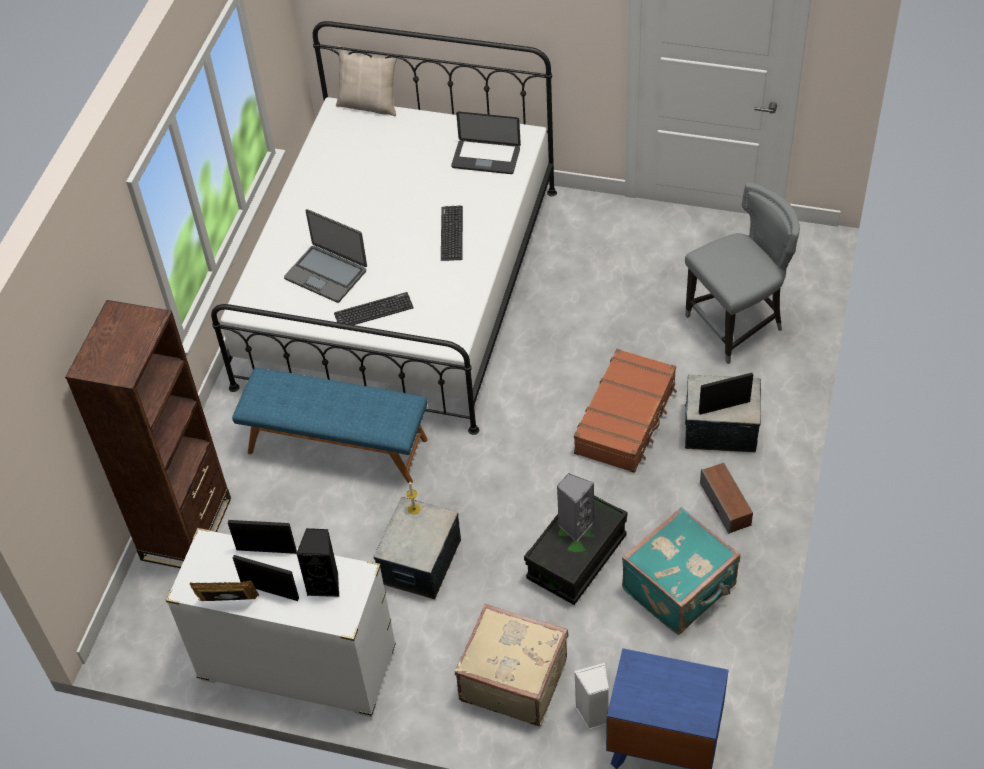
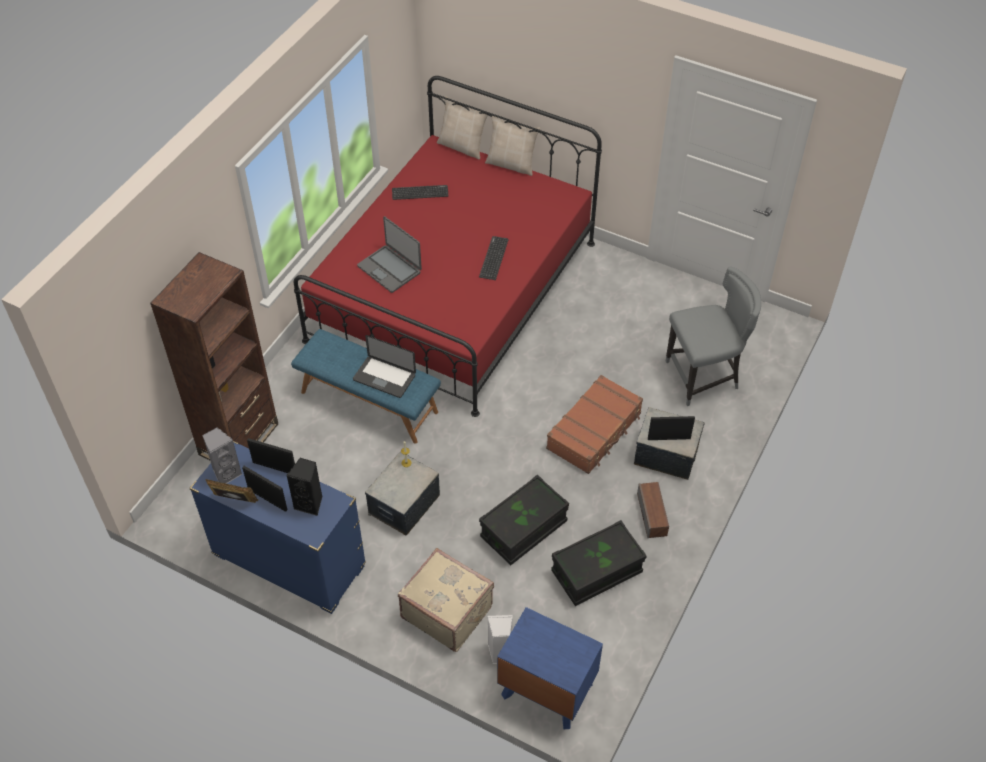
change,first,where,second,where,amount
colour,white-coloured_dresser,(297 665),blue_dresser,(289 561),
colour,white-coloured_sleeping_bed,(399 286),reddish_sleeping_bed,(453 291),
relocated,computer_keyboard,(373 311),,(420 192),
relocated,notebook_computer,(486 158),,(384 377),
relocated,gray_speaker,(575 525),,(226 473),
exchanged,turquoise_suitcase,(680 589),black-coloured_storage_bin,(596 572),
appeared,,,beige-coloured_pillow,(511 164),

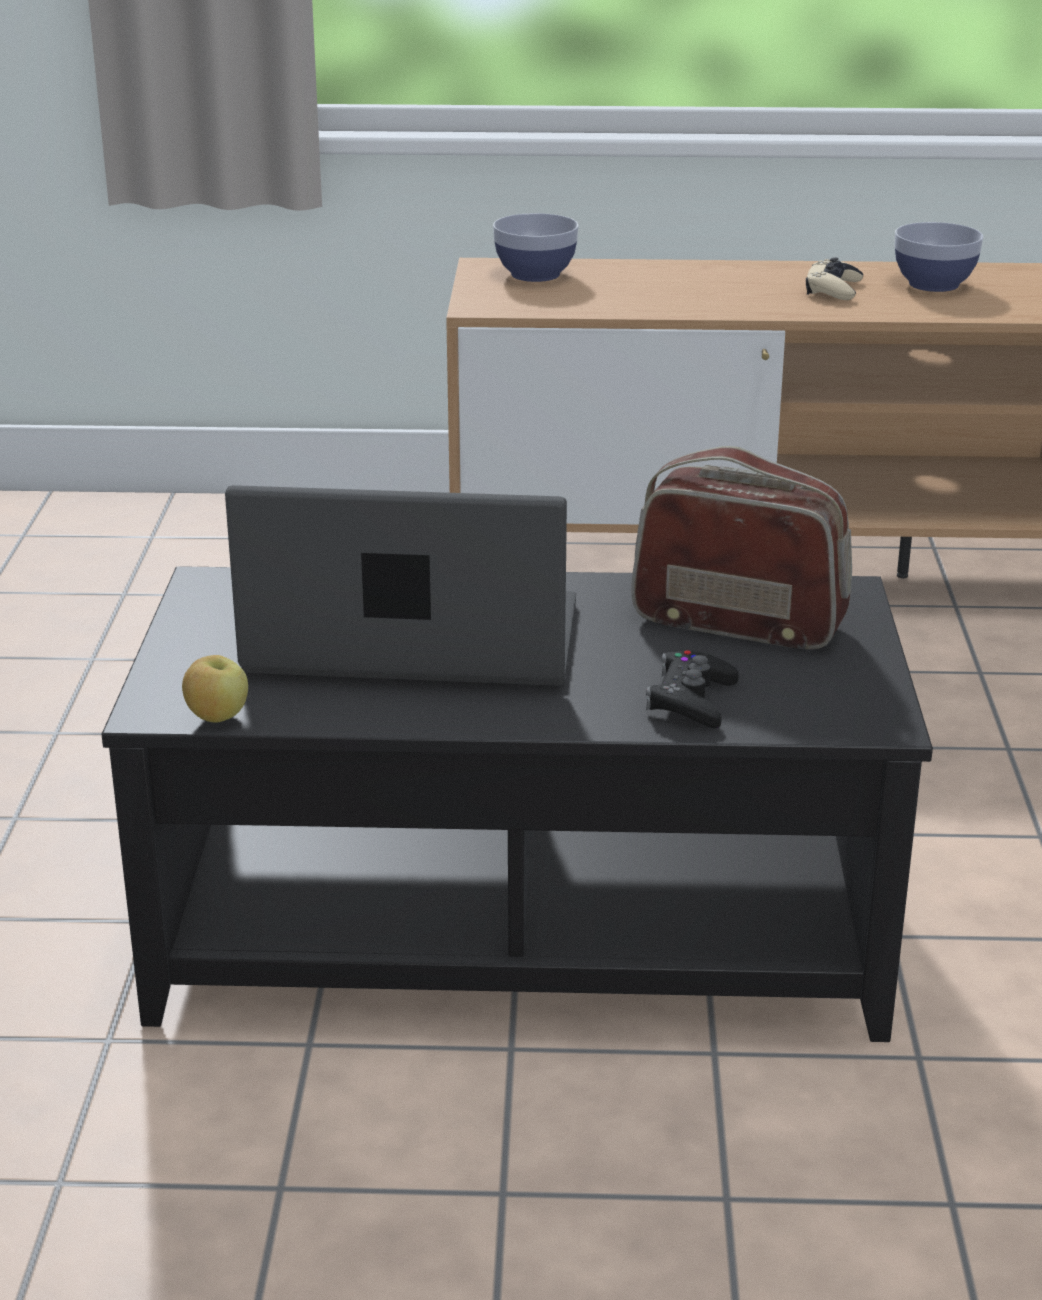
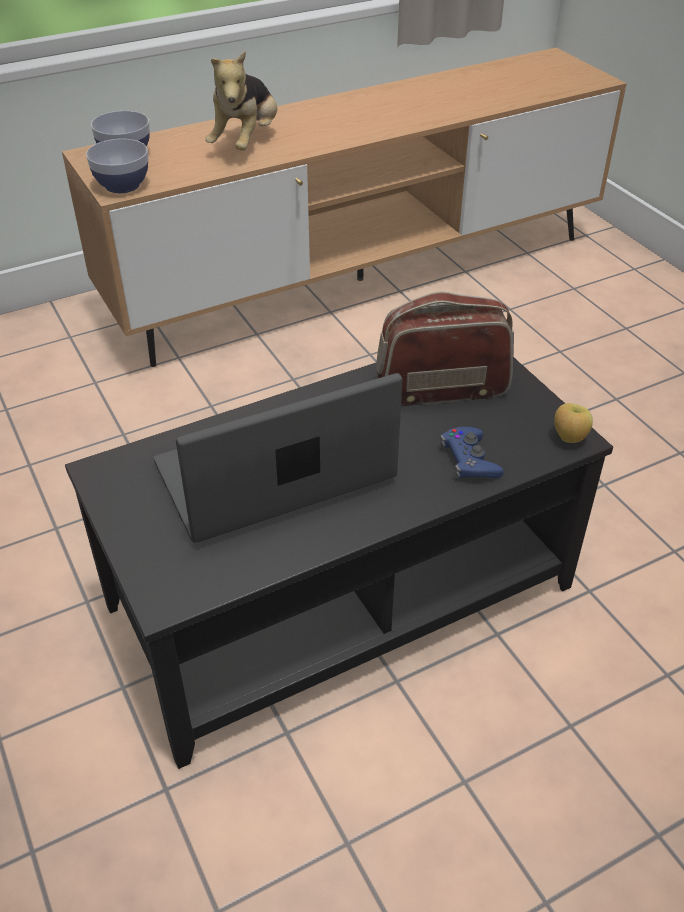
change,first,where,second,where,amount
relocated,whole_apple,(217 717),,(569 438),
colour,black-coloured_game_controller,(691 700),blue_game_controller,(469 460),
missing,beige-coloured_game_controller,(833 289),,,
relocated,bowl,(934 284),,(122 185),
appeared,,,plush_toy,(246 142),

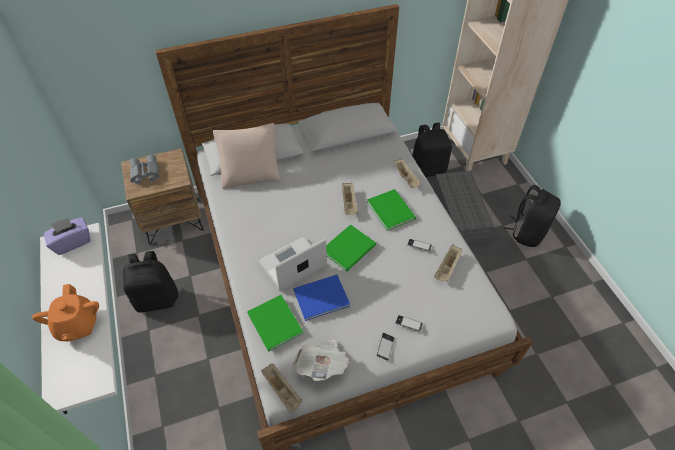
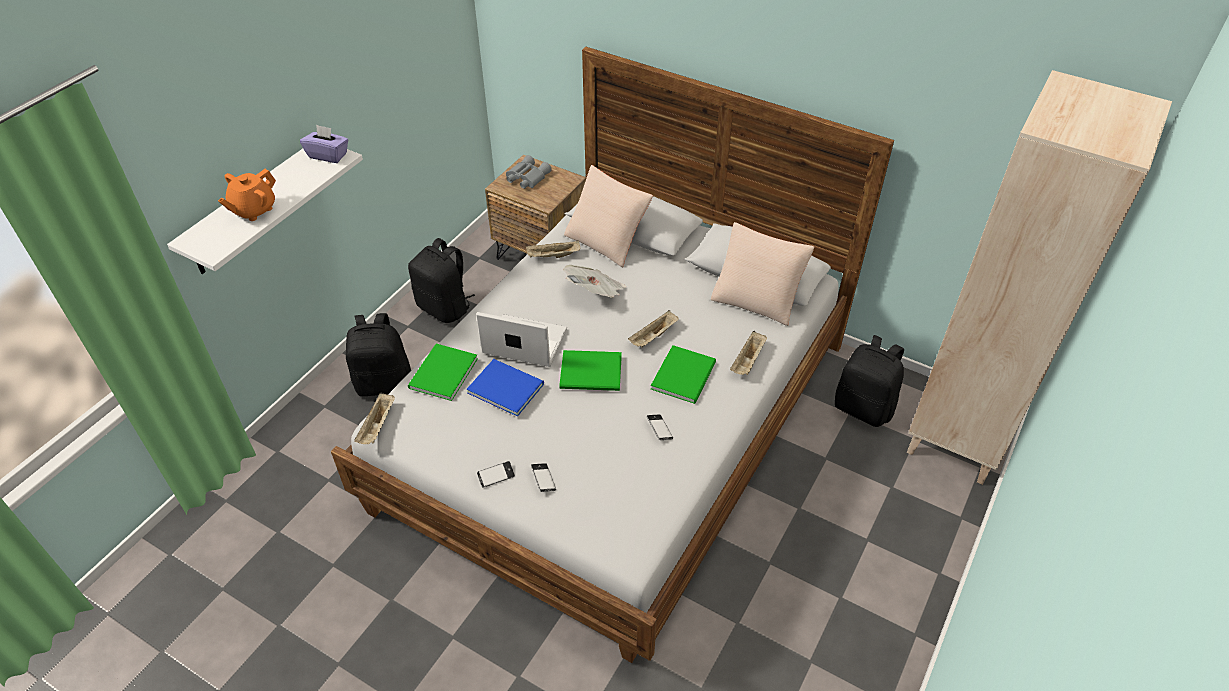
change,first,where,second,where,amount
relocated,daily_paper,(322 364),,(595 293),
missing,gray_storage_bin,(457 214),,,
relocated,beige-coloured_tray,(447 268),,(553 256),
relocated,black-coloured_backpack,(527 232),,(384 382),
appeared,,,beige-coloured_pillow,(757 298),

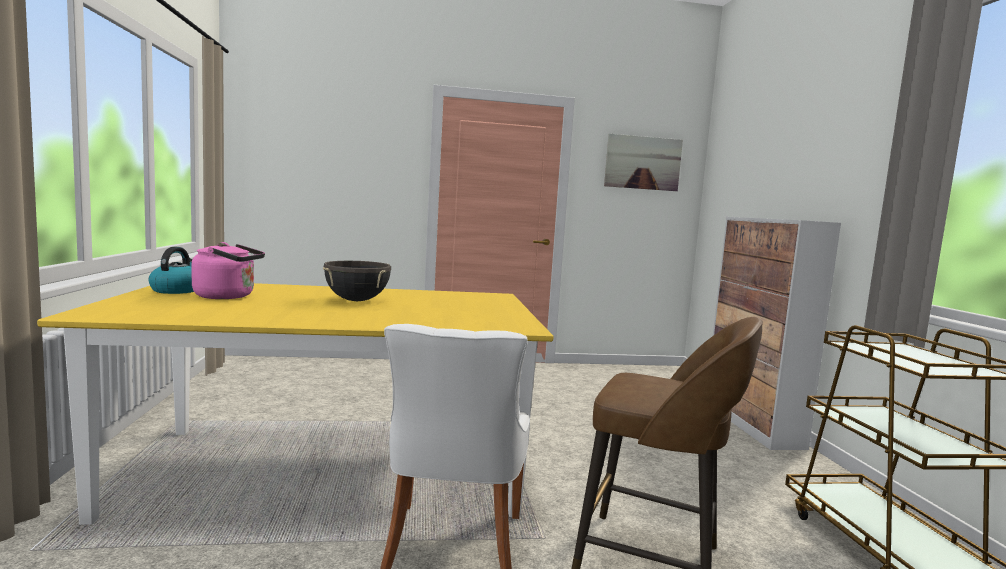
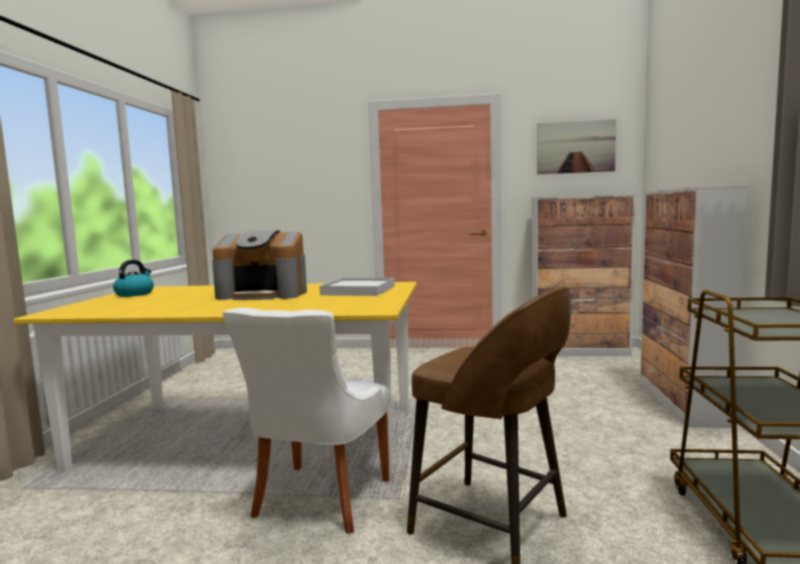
change,first,where,second,where,amount
missing,pinkish_kettle,(228 296),,,
exchanged,black-coloured_stockpot,(357 300),coffee_maker,(264 294),
appeared,,,white-coloured_tray,(358 290),
appeared,,,storage_cabinet,(580 352),

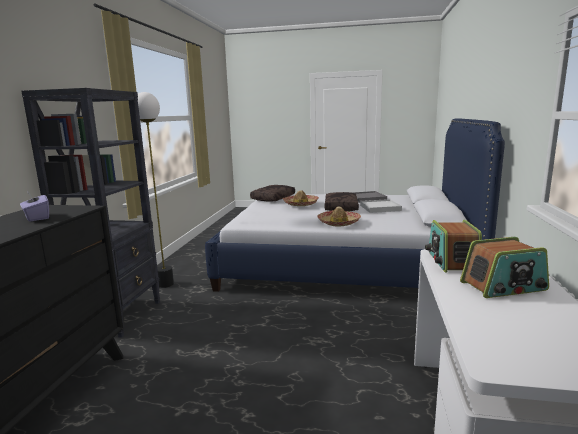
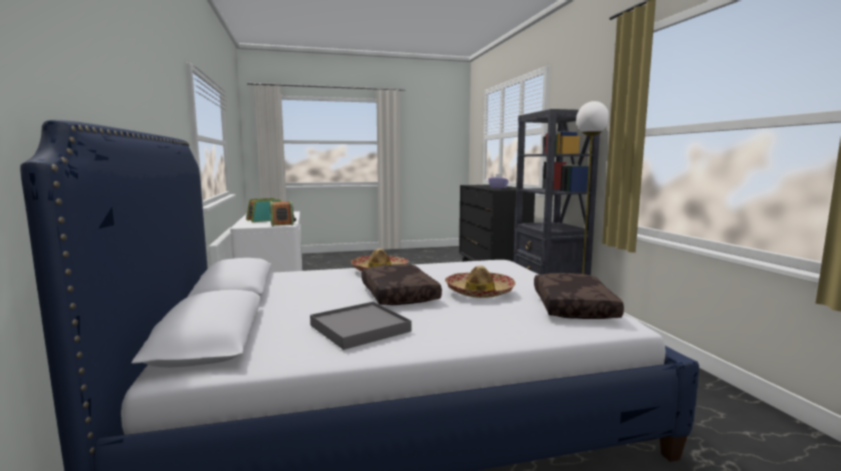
change,first,where,second,where,amount
missing,white-coloured_tray,(380 208),,,

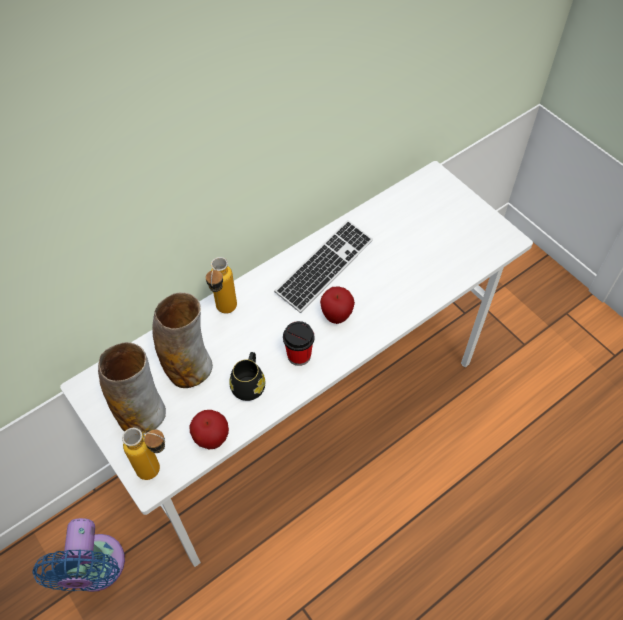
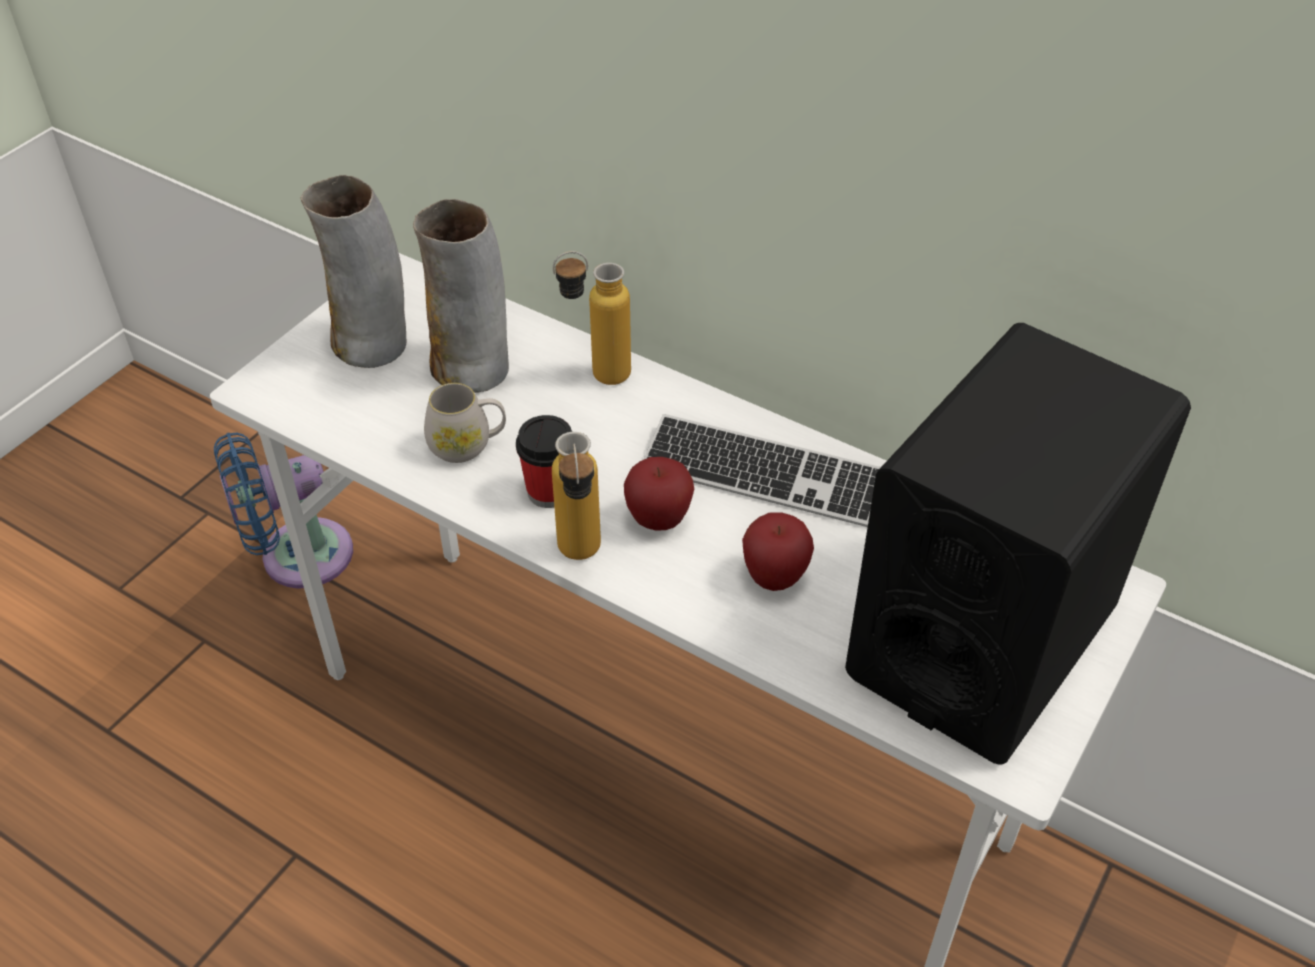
change,first,where,second,where,amount
relocated,drink_bottle,(158 471),,(581 559),
relocated,whole_apple,(212 439),,(774 578),
colour,black-coloured_mug,(249 383),white-coloured_mug,(467 445),
appeared,,,black-coloured_speaker,(981 641),

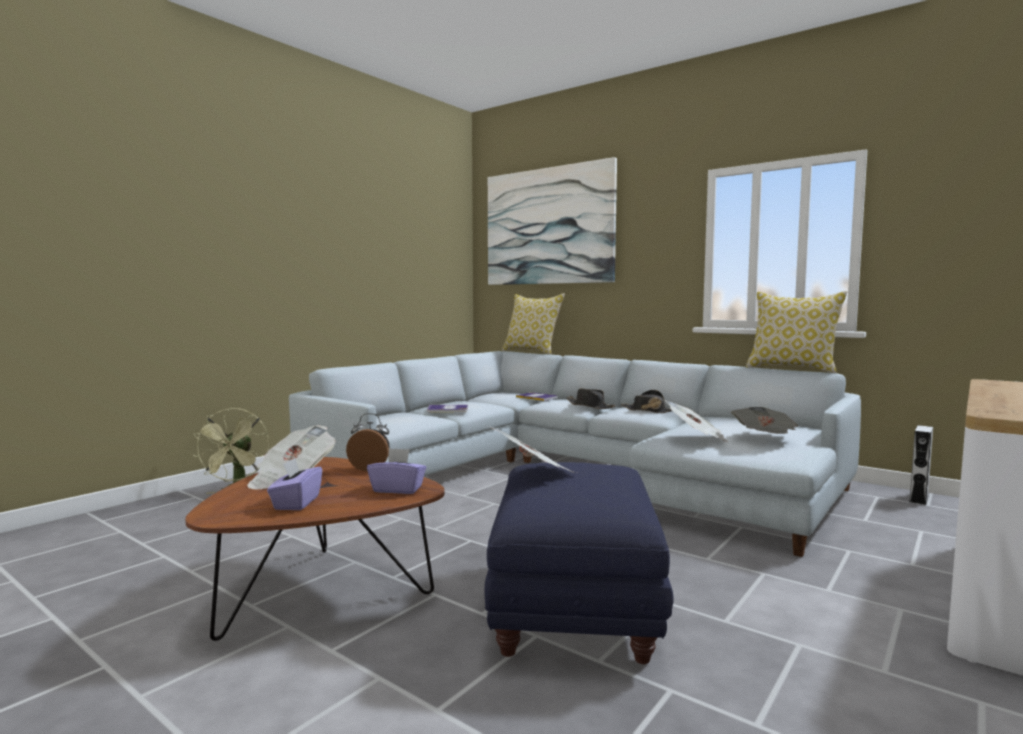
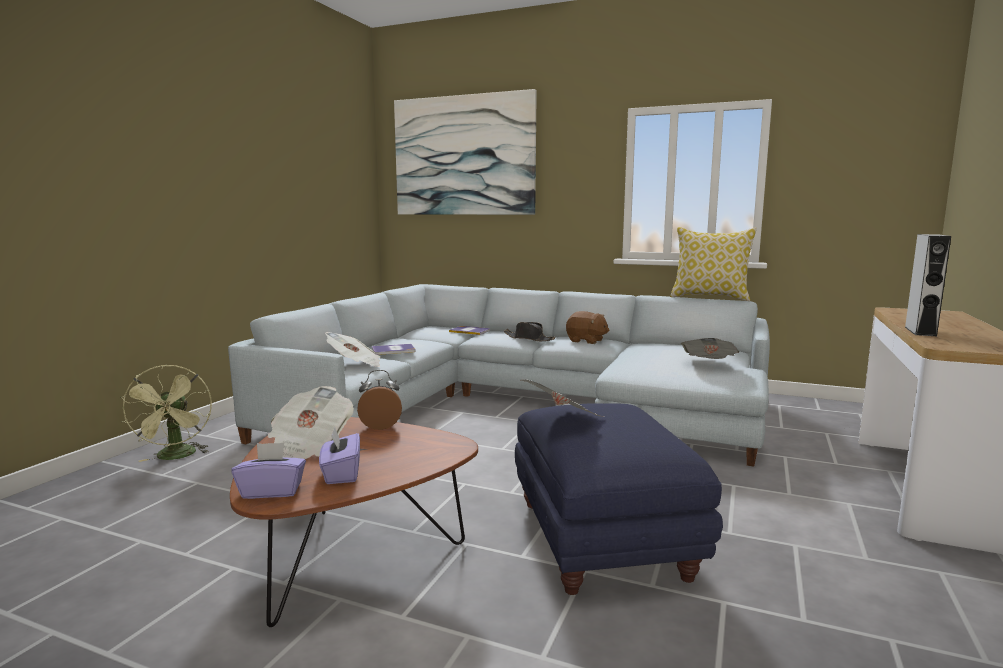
change,first,where,second,where,amount
relocated,purplish_tissue_holder,(398 489),,(272 491),
missing,pillow,(532 352),,,
exchanged,black-coloured_wearable_hat,(648 411),brown-coloured_plush_toy,(586 341),
relocated,daily_paper,(696 438),,(355 364),
relocated,gray_speaker,(918 499),,(920 331),

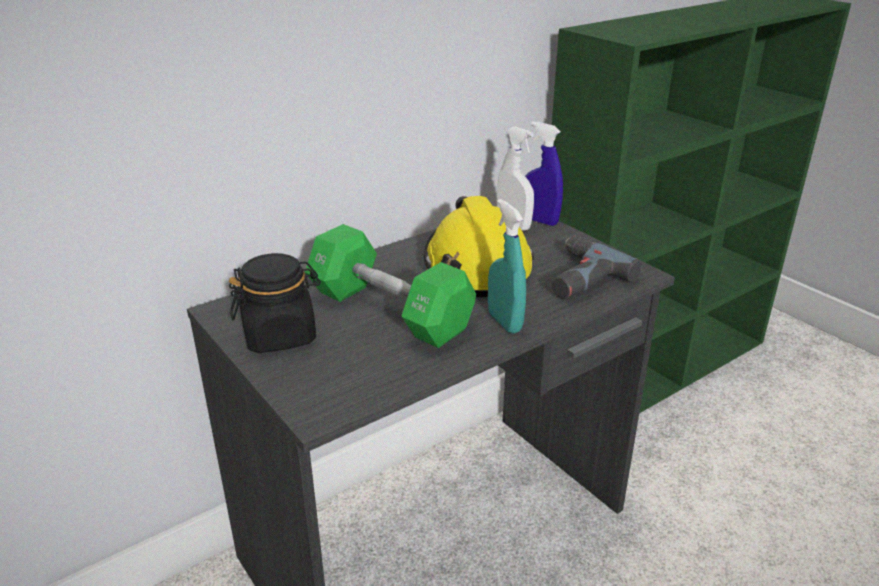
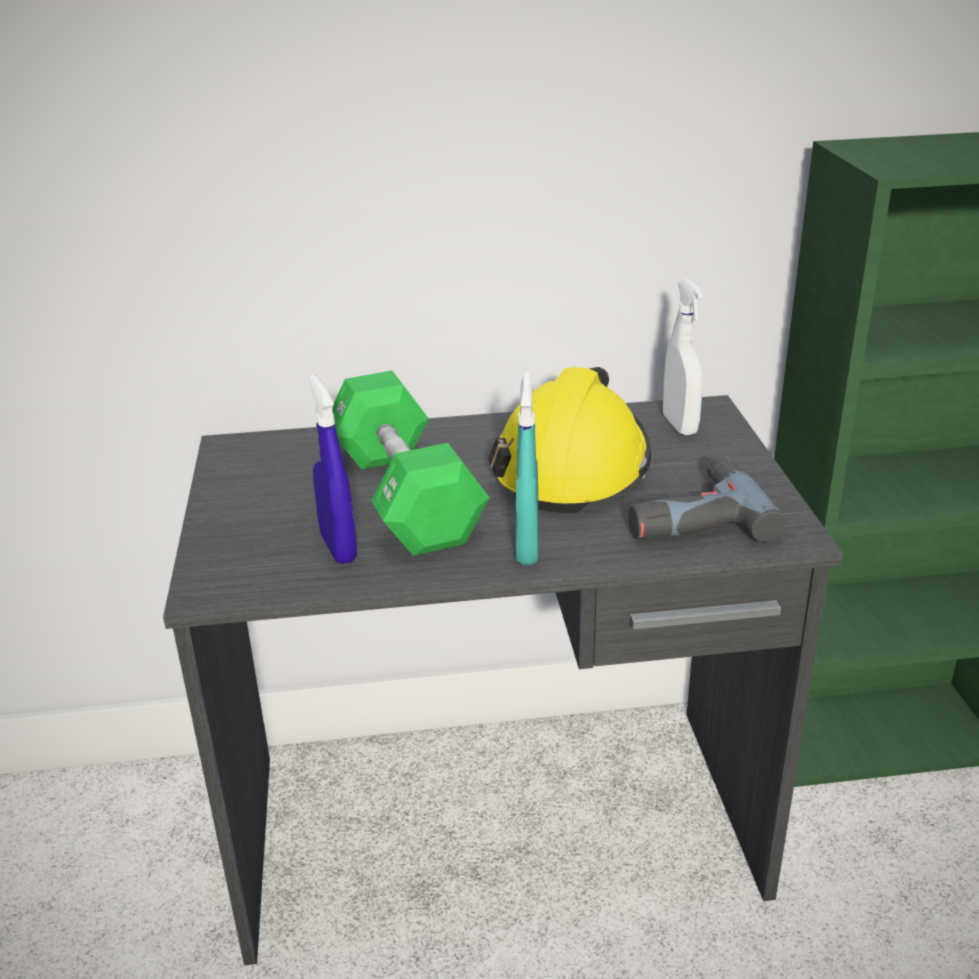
change,first,where,second,where,amount
missing,black-coloured_jar,(280 335),,,
relocated,blue_spray_bottle,(540 221),,(338 548),

